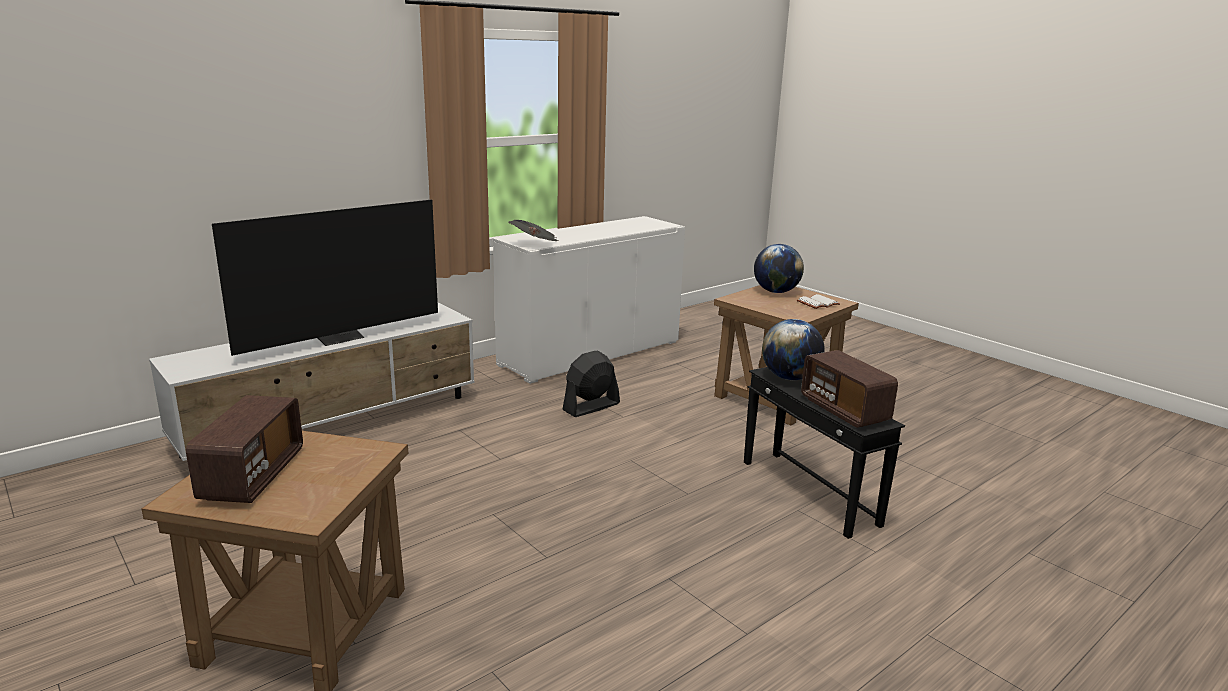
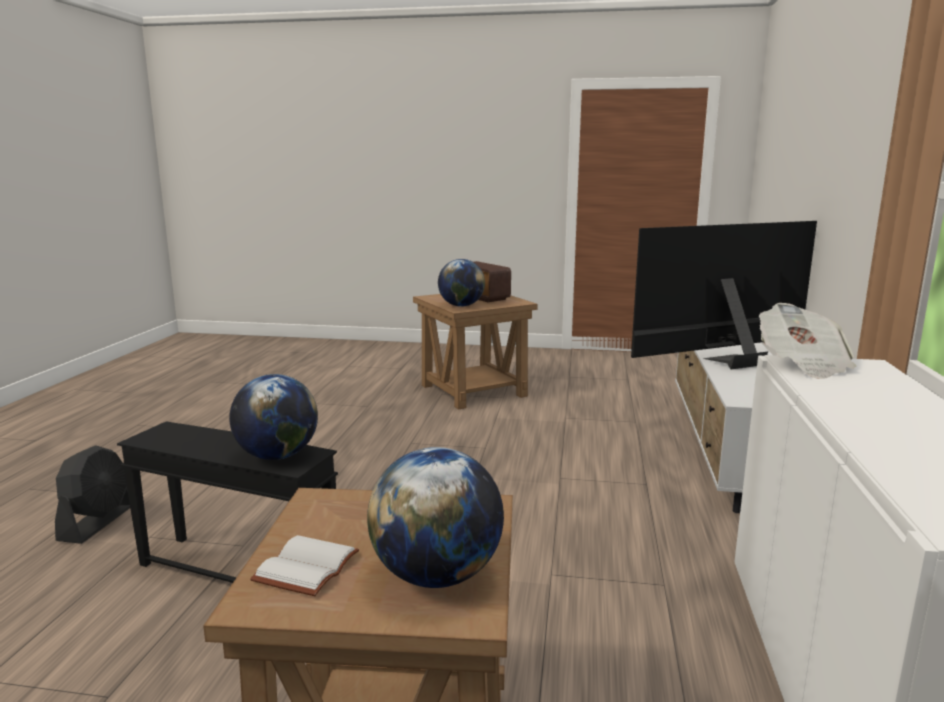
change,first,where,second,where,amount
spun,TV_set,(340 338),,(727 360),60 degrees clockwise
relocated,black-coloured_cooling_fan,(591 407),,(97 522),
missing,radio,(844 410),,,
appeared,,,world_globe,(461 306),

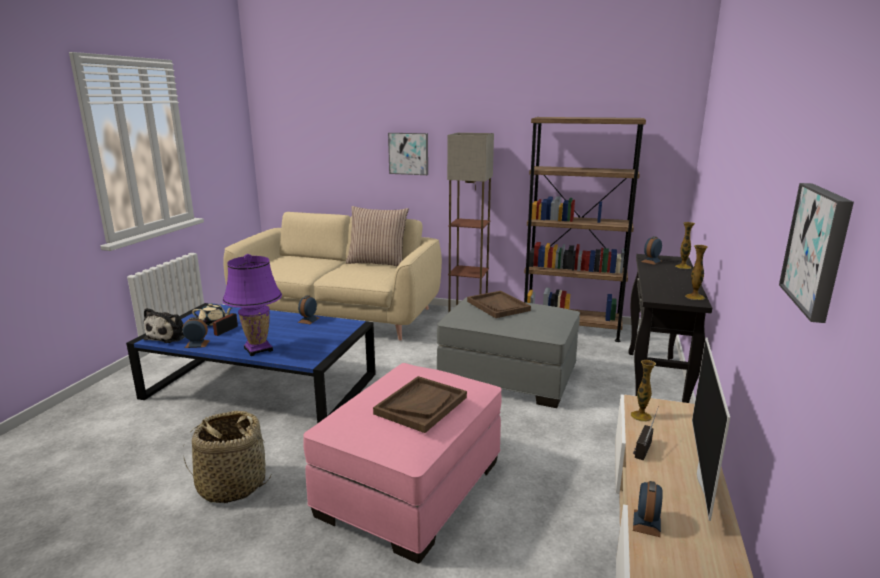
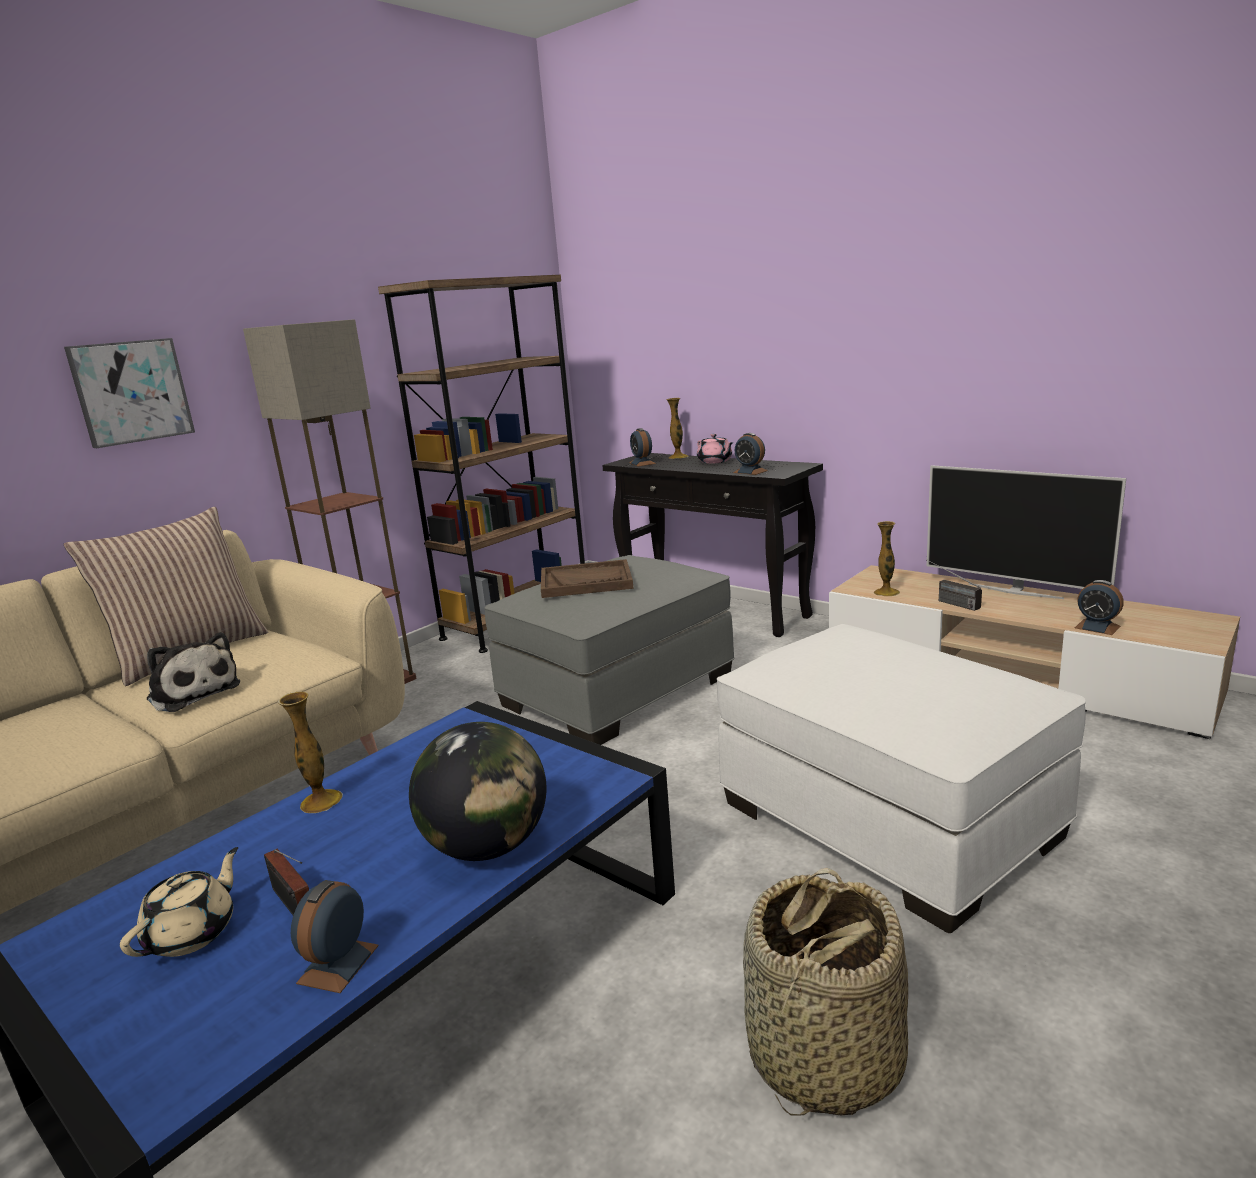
change,first,where,second,where,amount
relocated,plush_toy,(170 336),,(193 692),
exchanged,purplish_lamp_for_a_table,(258 349),world_globe,(487 847),
relocated,table_clock,(308 320),,(750 471),
colour,pinkish_footrest,(410 488),white-coloured_footrest,(889 820),
missing,brown-coloured_tray,(421 405),,,
relocated,decorative_vase,(695 297),,(321 801),
missing,wall_picture,(818 249),,,
appeared,,,pinkish_tea_pot,(715 461),

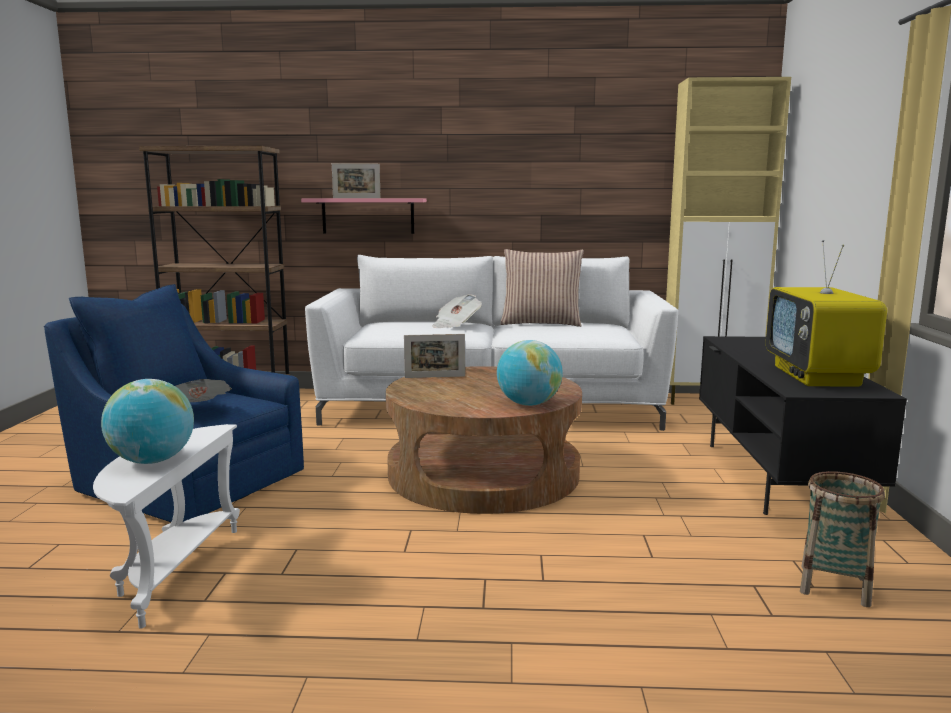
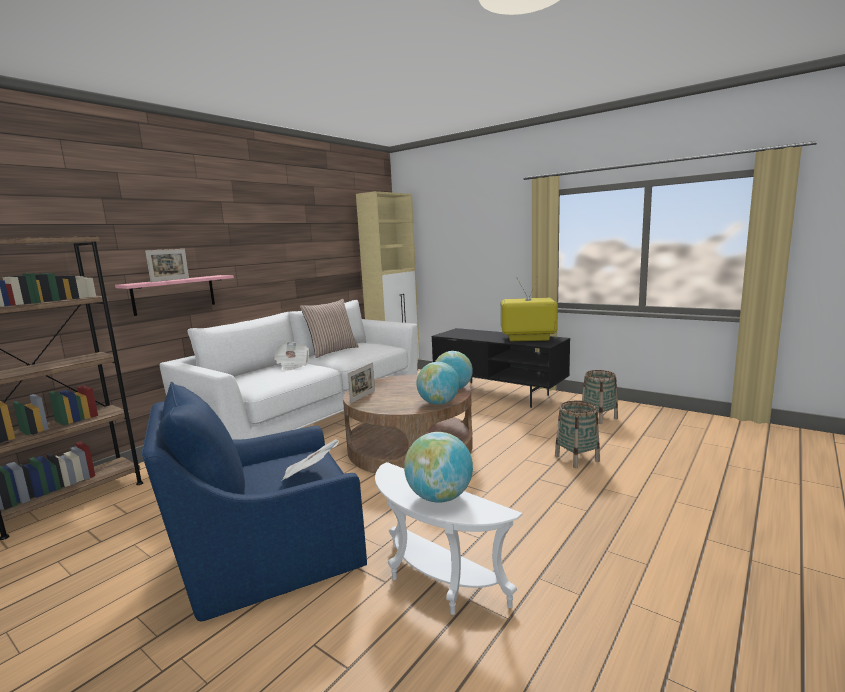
change,first,where,second,where,amount
spun,TV_set,(817 376),,(527 338),150 degrees clockwise
appeared,,,world_globe,(438 403),
appeared,,,basket,(577 459),

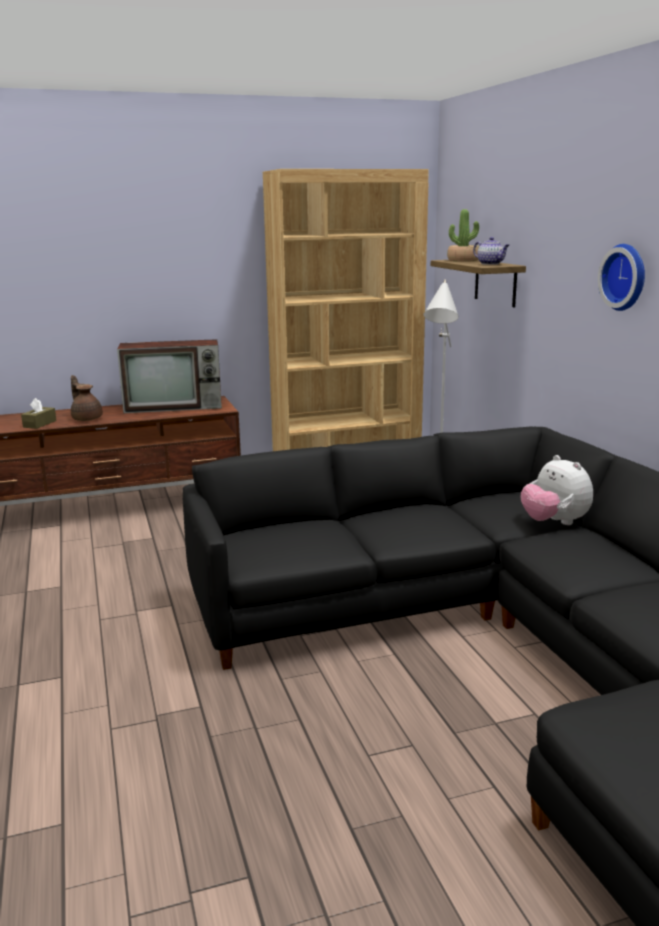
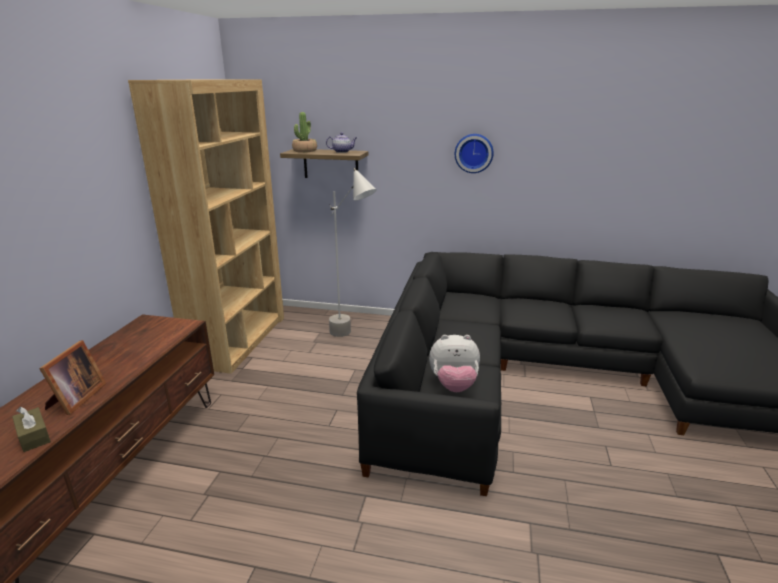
change,first,where,second,where,amount
exchanged,brown-coloured_tea_pot,(87 418),standing_frame,(75 399),
missing,TV_set,(175 406),,,
relocated,plush_toy,(554 522),,(453 385),

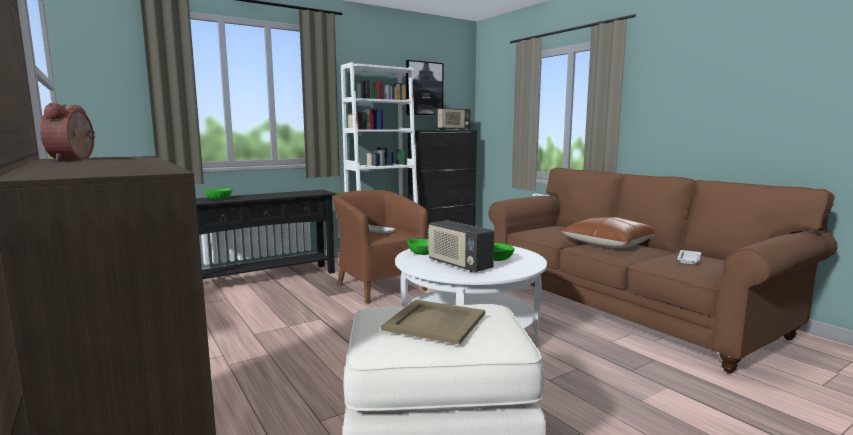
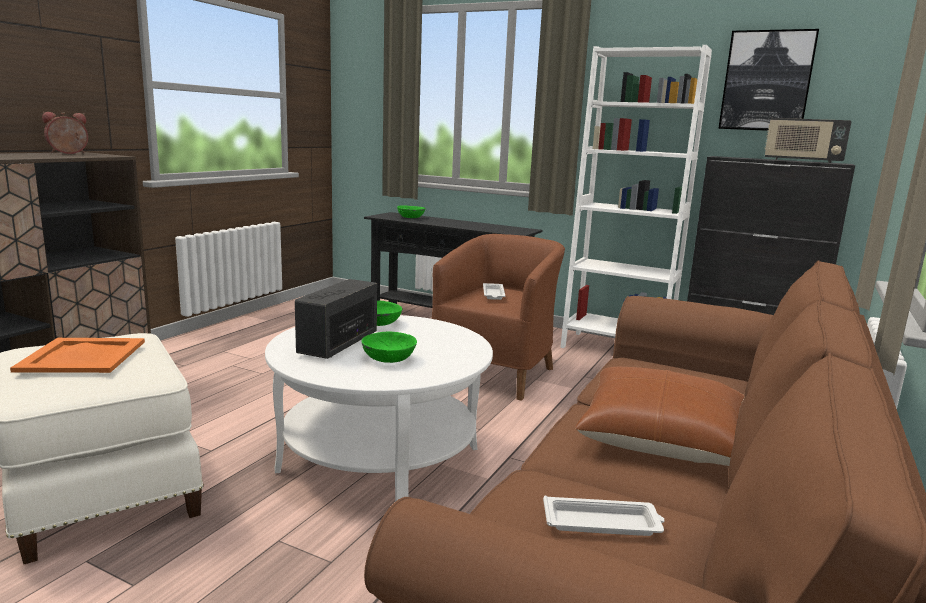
change,first,where,second,where,amount
colour,beige-coloured_tray,(436 321),orange-coloured_tray,(83 356),

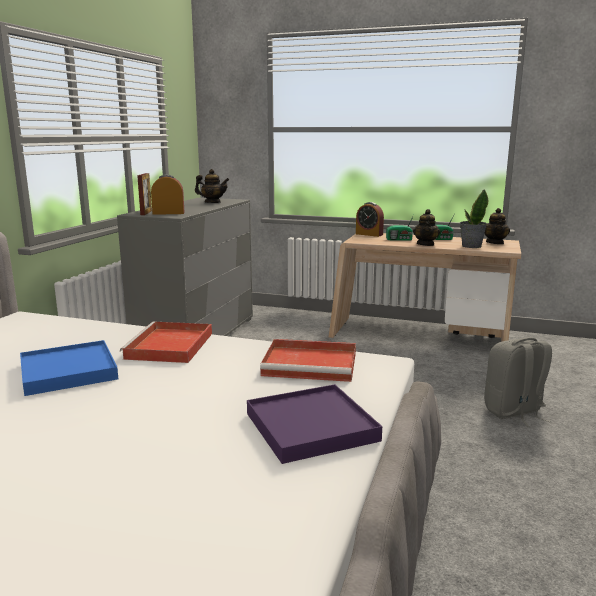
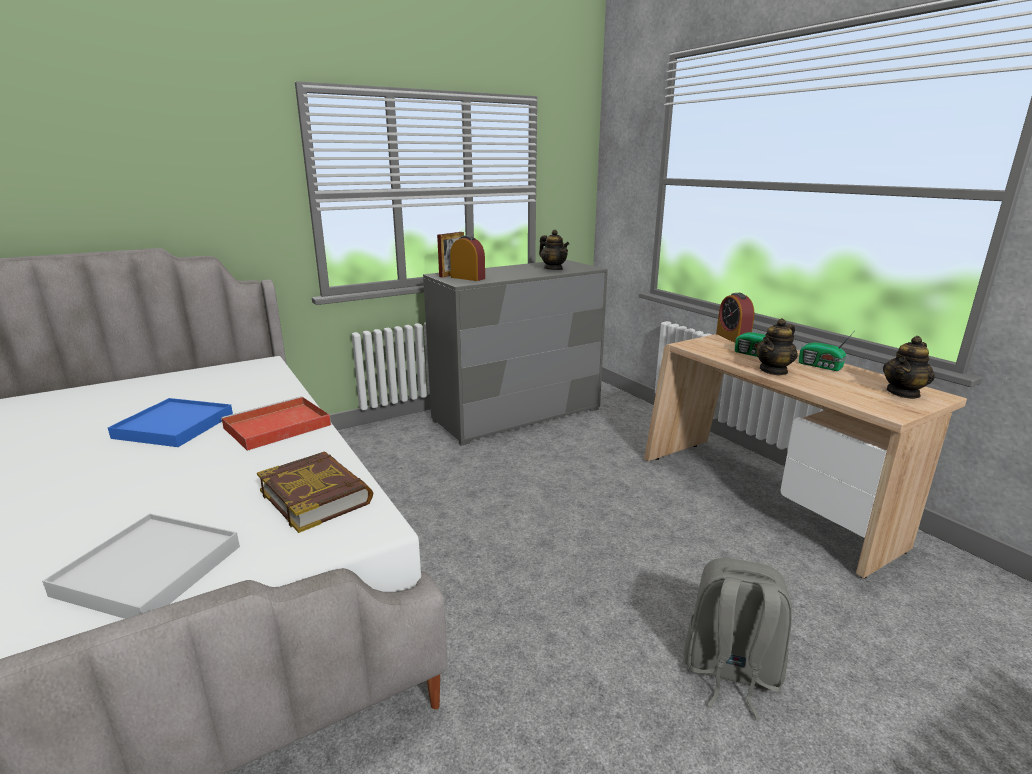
change,first,where,second,where,amount
colour,purplish_tray,(311 427),white-coloured_tray,(150 570),
exchanged,reddish_tray,(312 364),volume,(316 496),
missing,plant_in_a_pot,(471 246),,,

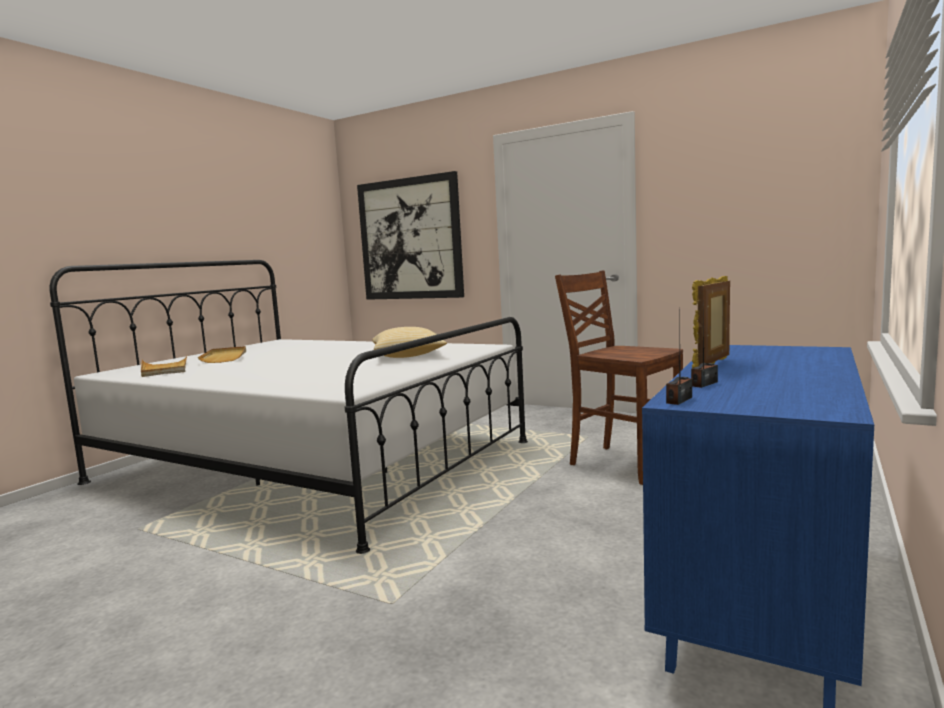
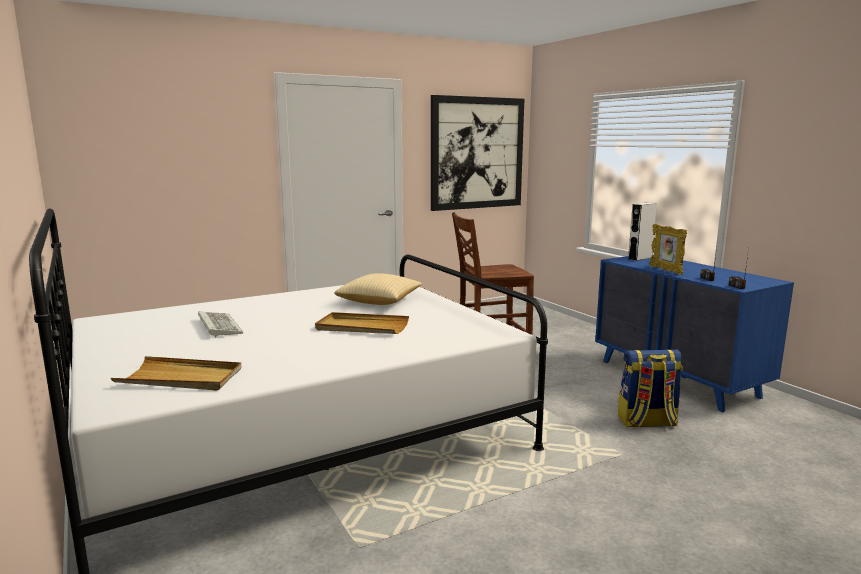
change,first,where,second,where,amount
relocated,beige-coloured_tray,(225 357),,(362 327),
relocated,wall_picture,(410 239),,(477 153),
appeared,,,computer_keyboard,(218 326),
appeared,,,backpack,(646 422),
appeared,,,white-coloured_speaker,(640 258),

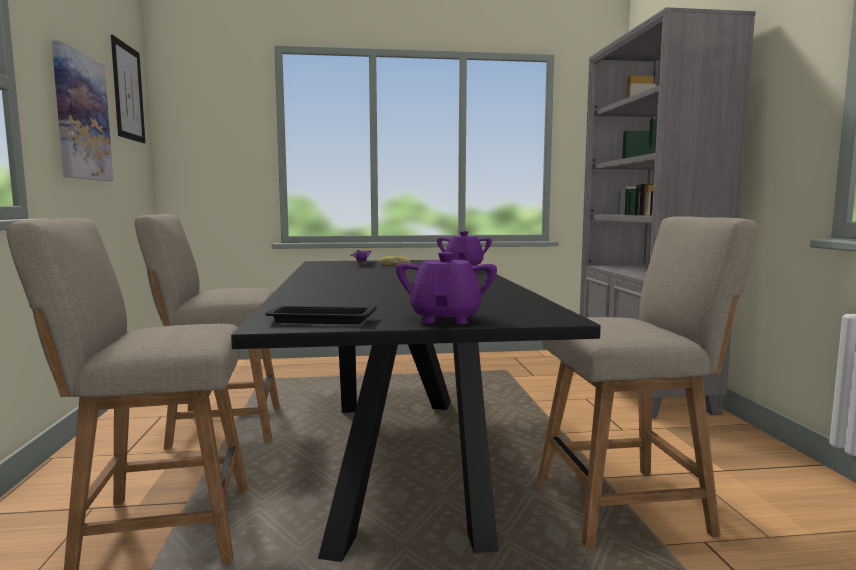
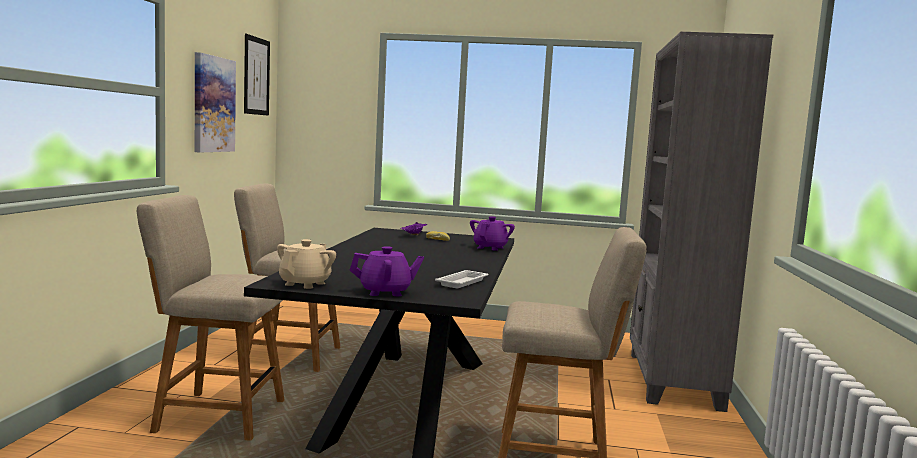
change,first,where,second,where,amount
exchanged,black-coloured_tray,(319 320),beige-coloured_tea_pot,(305 284),
spun,purplish_tea_pot,(446 319),,(385 292),60 degrees clockwise
appeared,,,white-coloured_tray,(463 282),

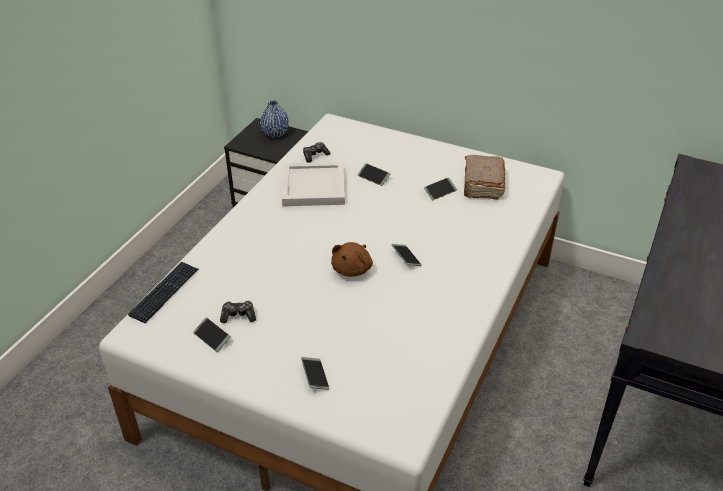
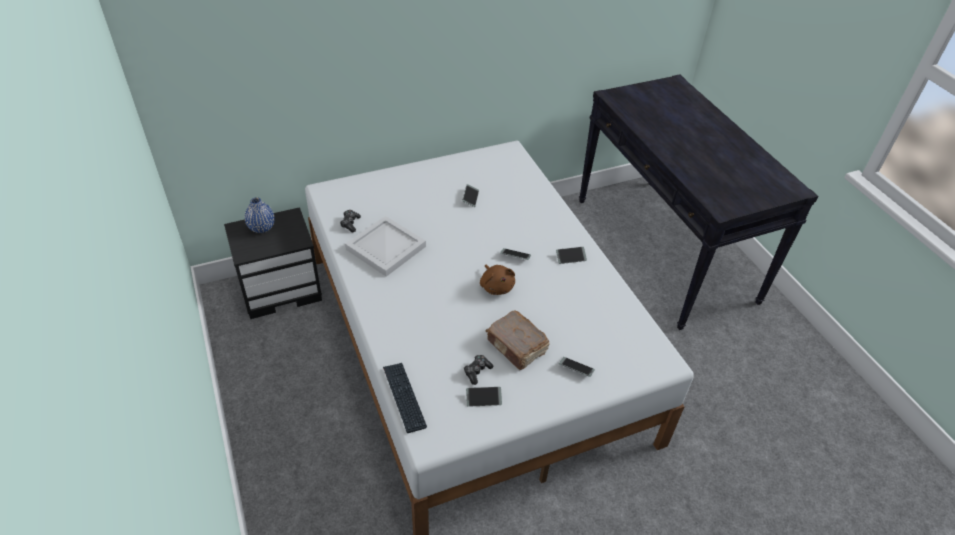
change,first,where,second,where,amount
relocated,handset,(373 177),,(570 257),
relocated,brown-coloured_volume,(482 185),,(516 347),

